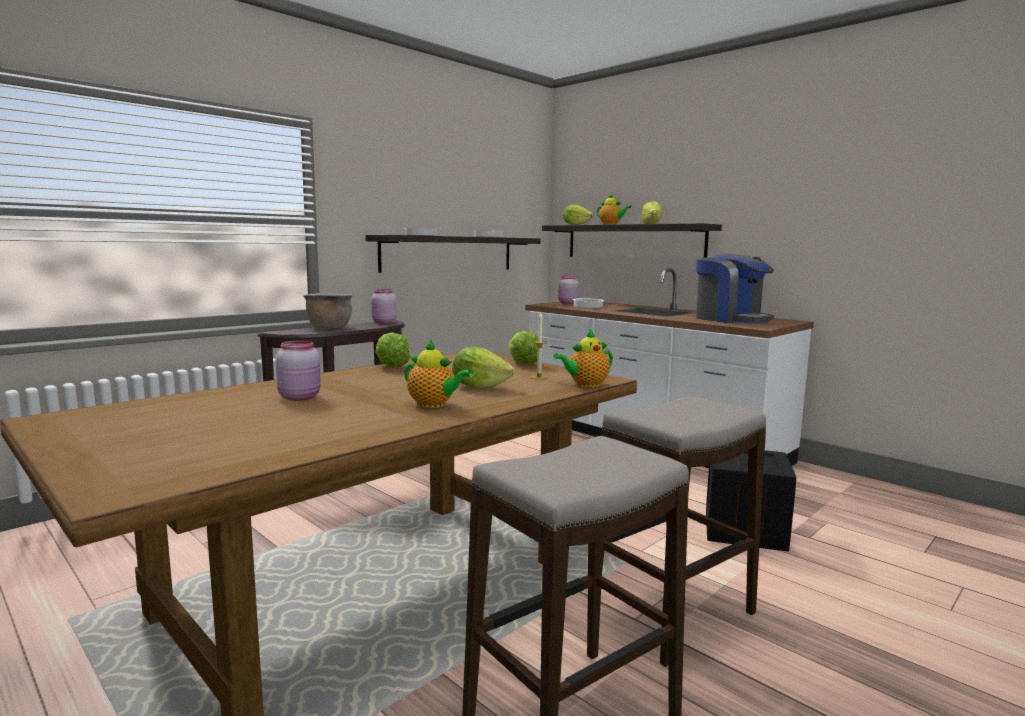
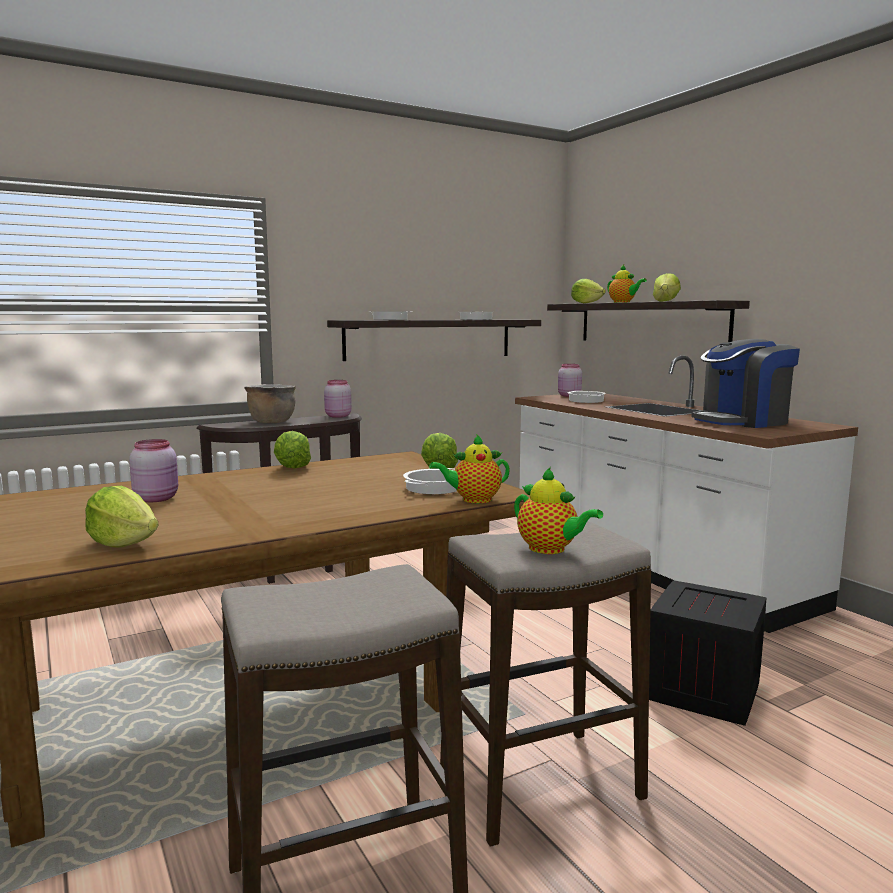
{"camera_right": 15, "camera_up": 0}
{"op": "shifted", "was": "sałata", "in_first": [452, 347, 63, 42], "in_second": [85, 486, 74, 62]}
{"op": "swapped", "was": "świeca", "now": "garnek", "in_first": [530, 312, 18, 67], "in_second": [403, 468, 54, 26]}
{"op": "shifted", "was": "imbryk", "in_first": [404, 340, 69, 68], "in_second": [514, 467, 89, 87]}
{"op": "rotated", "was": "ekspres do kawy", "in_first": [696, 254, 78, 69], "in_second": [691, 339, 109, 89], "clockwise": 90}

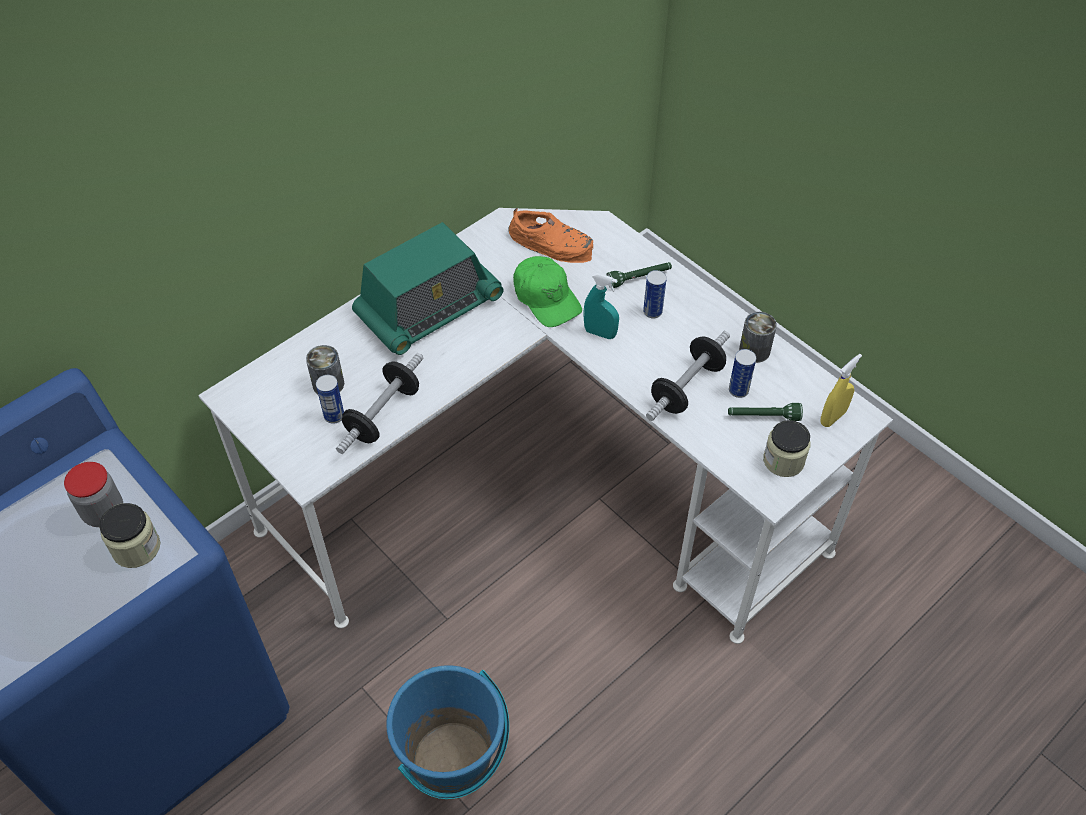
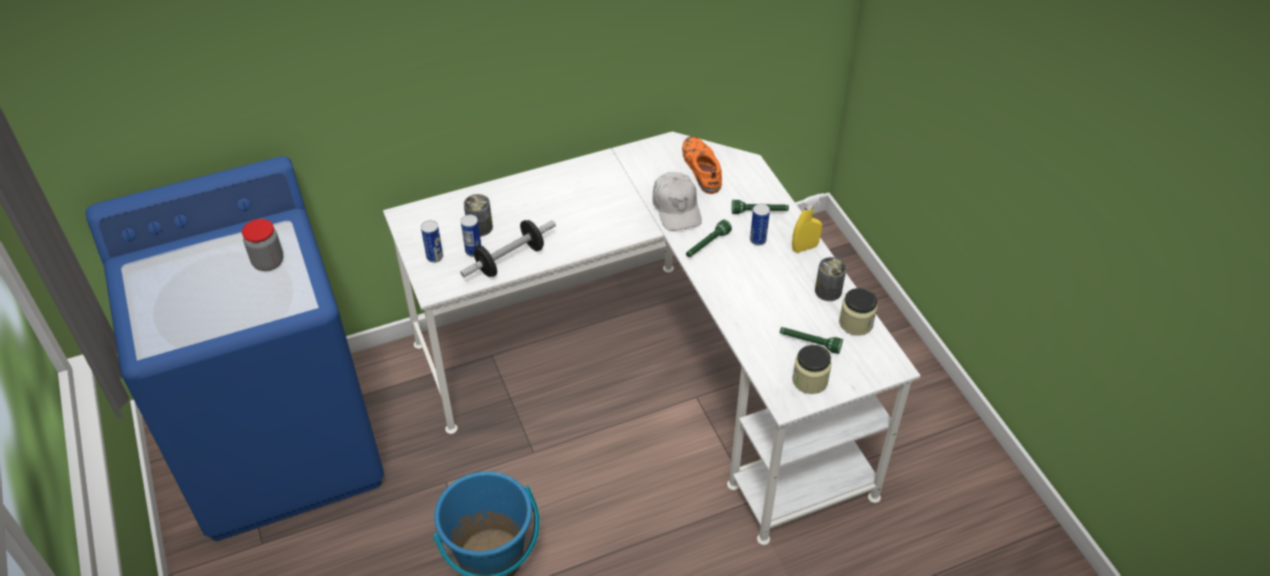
{"camera_right": 20, "camera_up": -5}
{"op": "shifted", "was": "puszka", "in_first": [729, 349, 27, 49], "in_second": [421, 220, 22, 43]}
{"op": "repainted", "was": "czapka z daszkiem [zielony]", "now": "czapka z daszkiem [biały]", "in_first": [513, 256, 69, 71], "in_second": [653, 172, 49, 59]}
{"op": "rotated", "was": "but [pomarańczowy]", "in_first": [509, 208, 84, 55], "in_second": [682, 136, 40, 58], "clockwise": -150}
{"op": "swapped", "was": "spryskiwacz [turkusowy]", "now": "latarka [zielony]", "in_first": [584, 273, 35, 66], "in_second": [686, 220, 46, 37]}
{"op": "shifted", "was": "spryskiwacz [żółty]", "in_first": [821, 354, 41, 73], "in_second": [792, 193, 32, 60]}
{"op": "shifted", "was": "słoik", "in_first": [99, 503, 61, 65], "in_second": [839, 288, 38, 48]}
{"op": "gone", "was": "radio", "in_first": [352, 222, 152, 133]}
{"op": "gone", "was": "hantel", "in_first": [646, 331, 84, 90]}

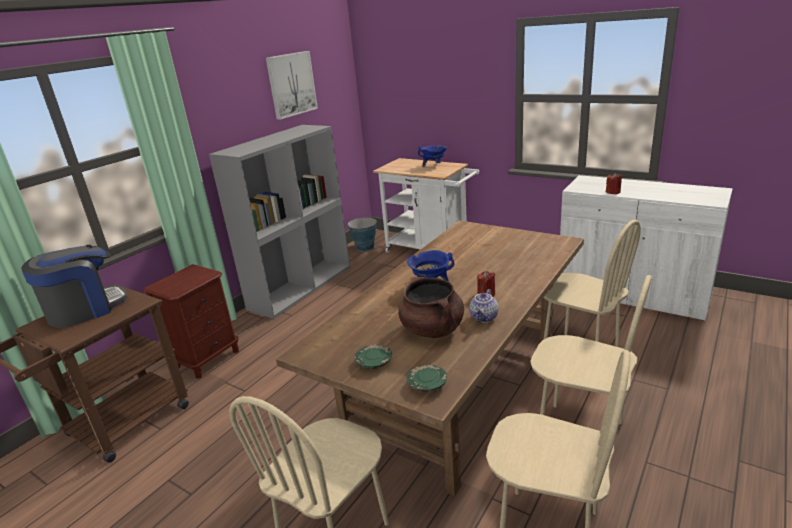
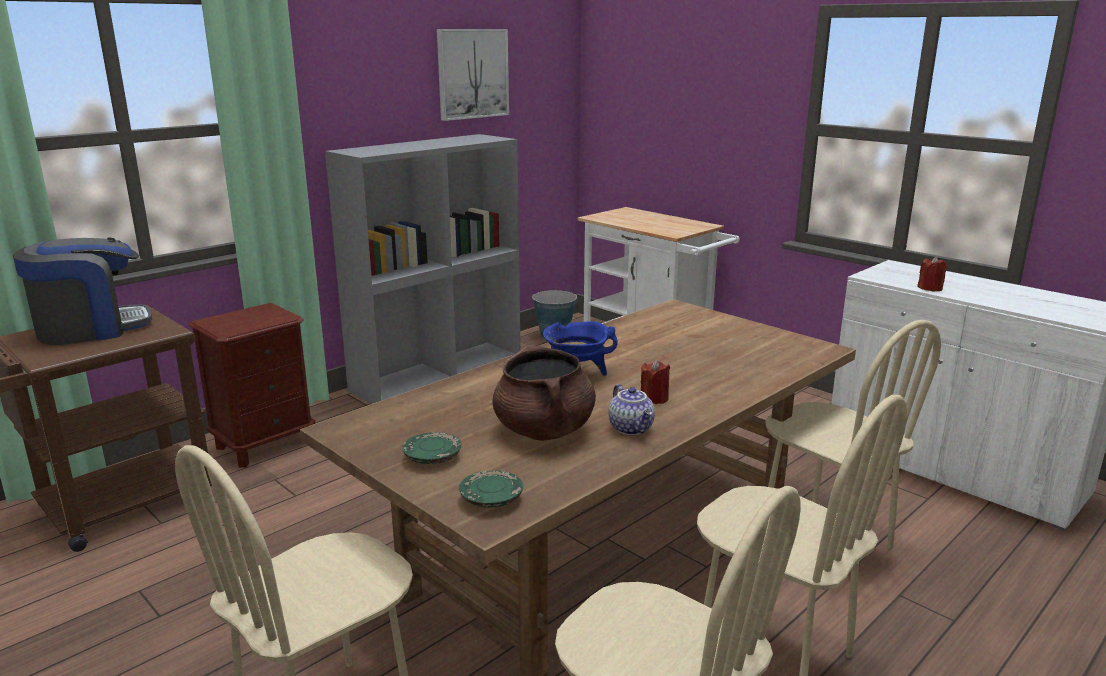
{"camera_right": 10, "camera_up": -5}
{"op": "rotated", "was": "imbryk", "in_first": [469, 289, 29, 34], "in_second": [609, 384, 46, 51], "clockwise": -60}
{"op": "gone", "was": "garnek [niebieski]", "in_first": [418, 145, 29, 22]}

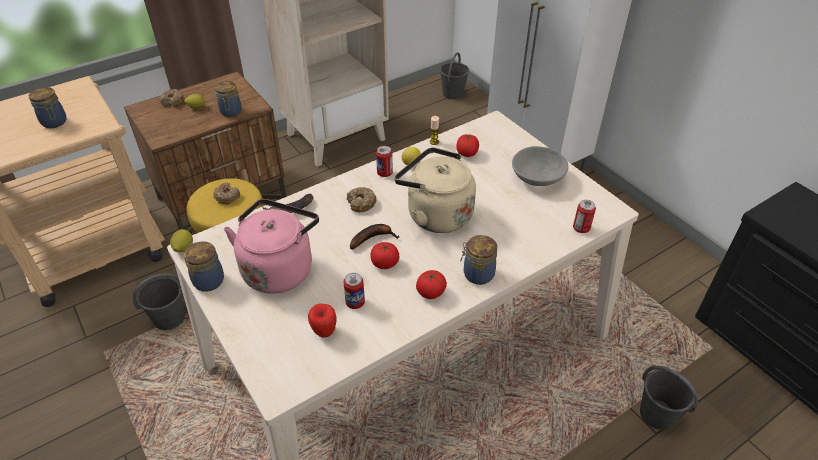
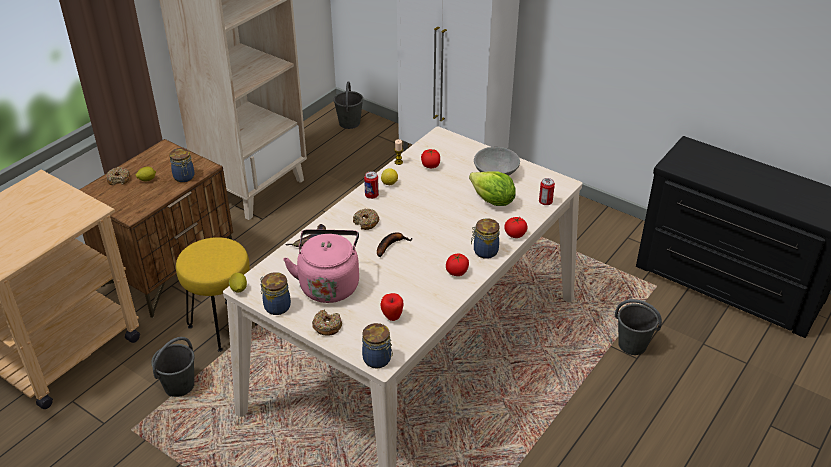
{"camera_right": -20, "camera_up": -5}
{"op": "shifted", "was": "donut", "in_first": [213, 182, 27, 22], "in_second": [312, 309, 30, 27]}
{"op": "shifted", "was": "słoik", "in_first": [28, 87, 38, 41], "in_second": [362, 323, 31, 45]}
{"op": "new", "now": "sałata", "in_second": [469, 171, 46, 35]}
{"op": "shifted", "was": "pomidor", "in_first": [370, 242, 29, 27], "in_second": [504, 217, 24, 21]}
{"op": "gone", "was": "puszka", "in_first": [344, 273, 21, 36]}
{"op": "gone", "was": "czajnik [beżowy]", "in_first": [394, 147, 82, 86]}

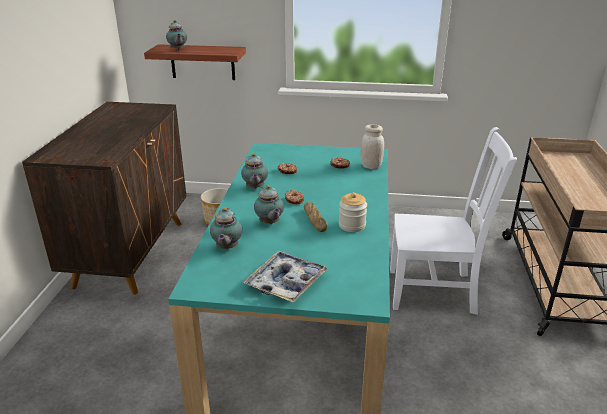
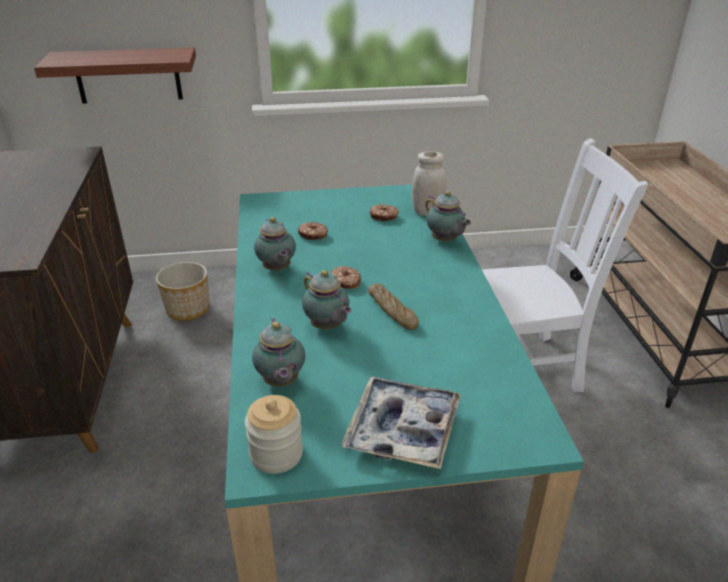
{"camera_right": -15, "camera_up": 5}
{"op": "shifted", "was": "słoik", "in_first": [339, 192, 28, 40], "in_second": [245, 395, 58, 79]}
{"op": "shifted", "was": "imbryk", "in_first": [166, 20, 21, 31], "in_second": [425, 191, 46, 51]}

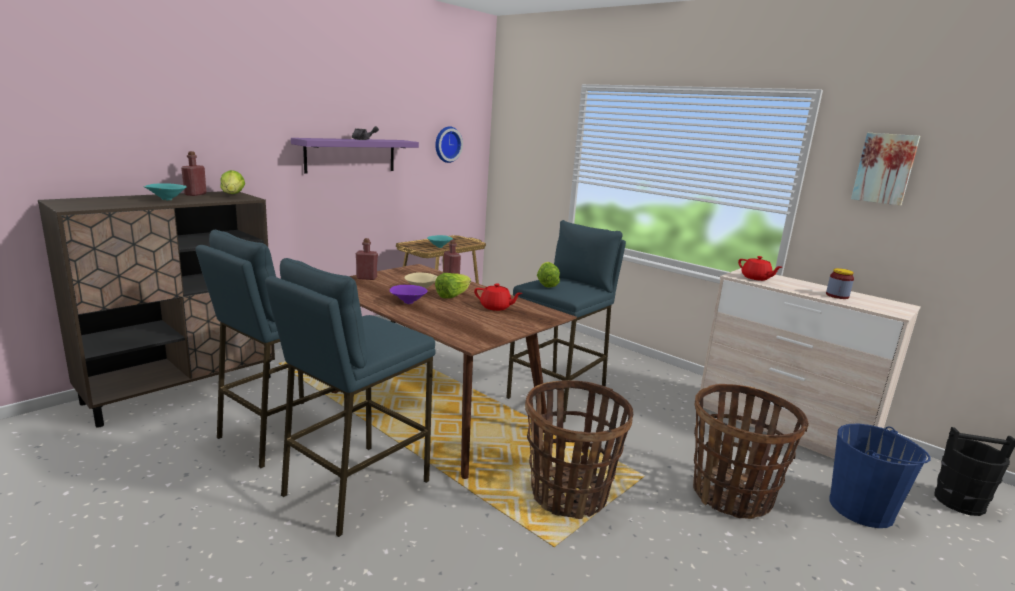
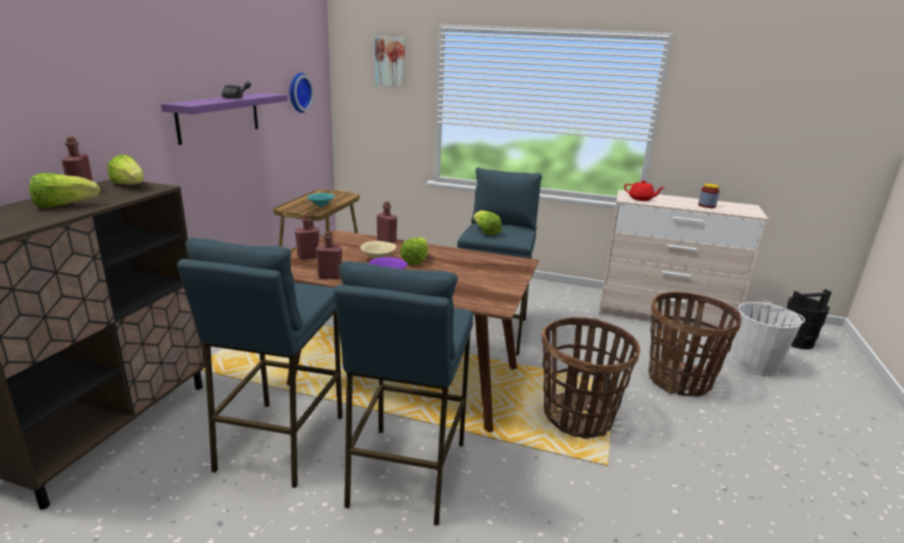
{"camera_right": -25, "camera_up": 5}
{"op": "swapped", "was": "miska [turkusowy]", "now": "sałata", "in_first": [144, 183, 43, 17], "in_second": [29, 173, 71, 35]}
{"op": "new", "now": "butelka [czerwony]", "in_second": [316, 231, 26, 49]}
{"op": "shifted", "was": "obraz", "in_first": [851, 133, 69, 73], "in_second": [375, 36, 30, 51]}
{"op": "repainted", "was": "wiadro [niebieski]", "now": "wiadro [biały]", "in_first": [829, 424, 101, 104], "in_second": [732, 300, 73, 76]}
{"op": "gone", "was": "imbryk [czerwony]", "in_first": [474, 283, 48, 28]}

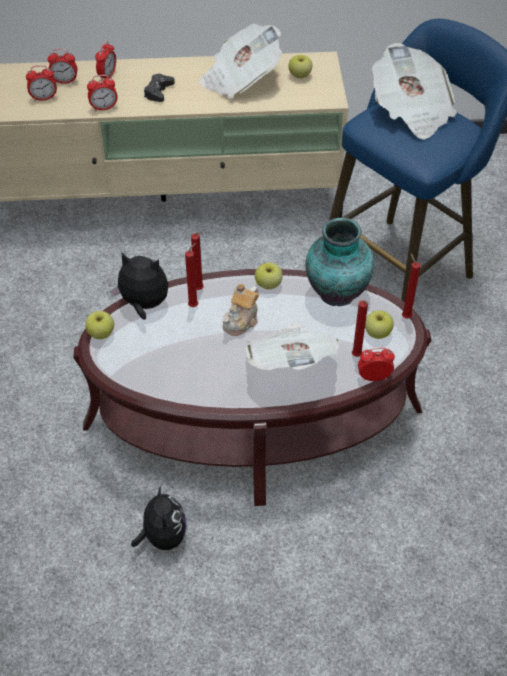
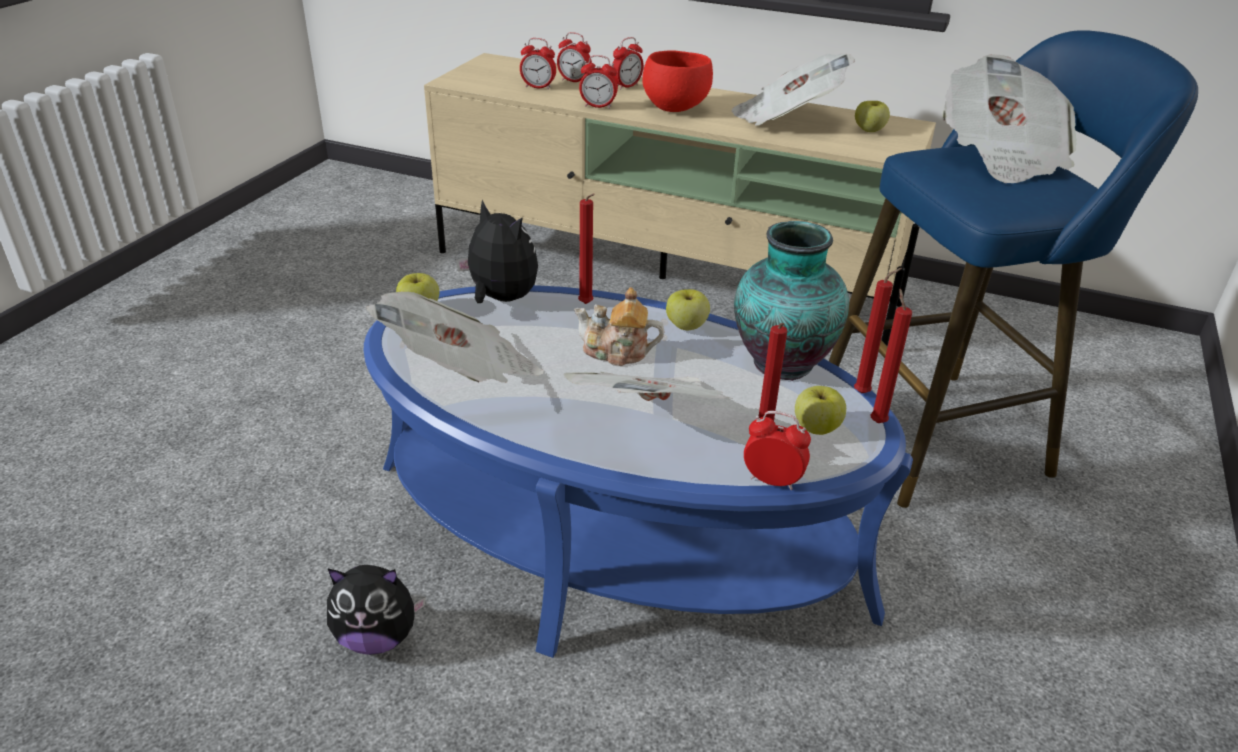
{"camera_right": 25, "camera_up": -15}
{"op": "rotated", "was": "pluszak", "in_first": [131, 486, 56, 64], "in_second": [327, 565, 99, 90], "clockwise": 75}
{"op": "repainted", "was": "ława [brązowy]", "now": "ława [niebieski]", "in_first": [73, 269, 359, 237], "in_second": [364, 285, 549, 373]}
{"op": "new", "now": "gazeta", "in_second": [366, 292, 178, 91]}
{"op": "rotated", "was": "imbryk", "in_first": [222, 284, 37, 52], "in_second": [574, 287, 90, 79], "clockwise": 45}
{"op": "swapped", "was": "pad do gier [czarny]", "now": "miska [czerwony]", "in_first": [144, 74, 31, 28], "in_second": [642, 50, 71, 62]}
{"op": "shifted", "was": "świeca [czerwony]", "in_first": [185, 243, 13, 64], "in_second": [854, 268, 48, 126]}

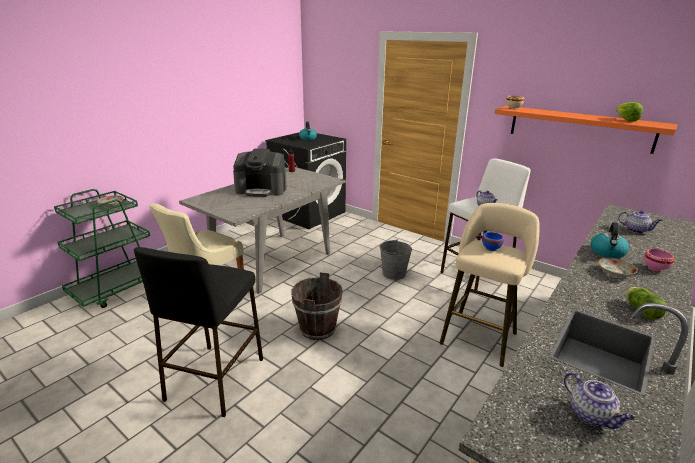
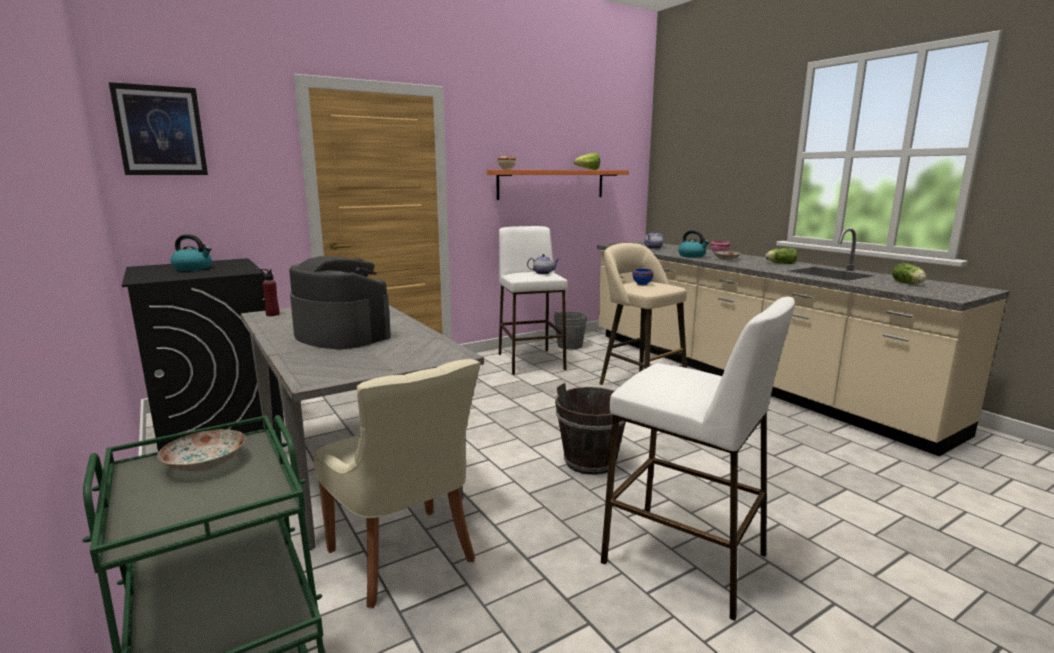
{"camera_right": -70, "camera_up": -10}
{"op": "new", "now": "obraz", "in_second": [109, 82, 99, 93]}
{"op": "rotated", "was": "ekspres do kawy", "in_first": [233, 148, 54, 49], "in_second": [289, 256, 102, 93], "clockwise": -75}
{"op": "shifted", "was": "wiadro [szary]", "in_first": [379, 239, 33, 41], "in_second": [554, 312, 34, 38]}
{"op": "repainted", "was": "stołek [czarny]", "now": "stołek [biały]", "in_first": [134, 247, 129, 170], "in_second": [601, 297, 194, 324]}
{"op": "swapped", "was": "imbryk", "now": "sałata", "in_first": [564, 372, 71, 57], "in_second": [892, 263, 35, 21]}

